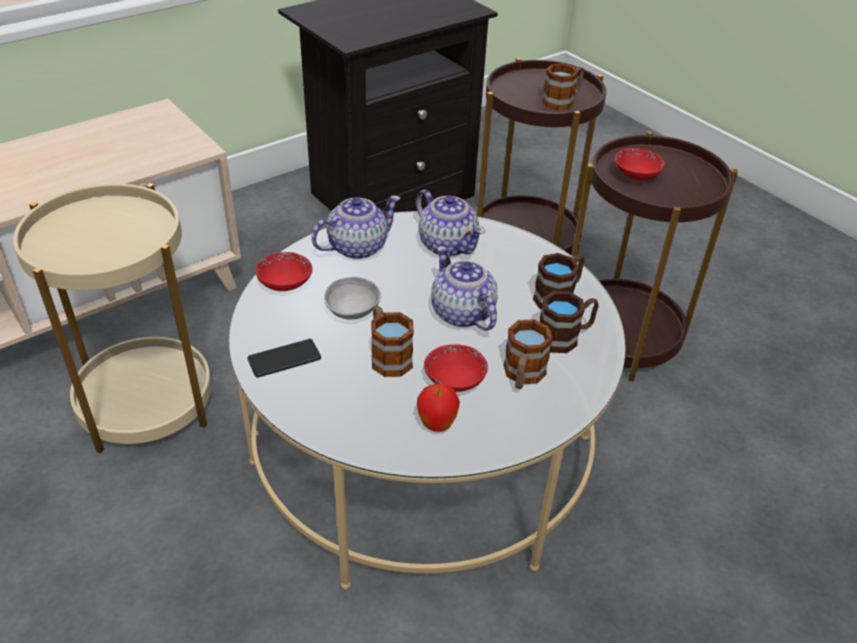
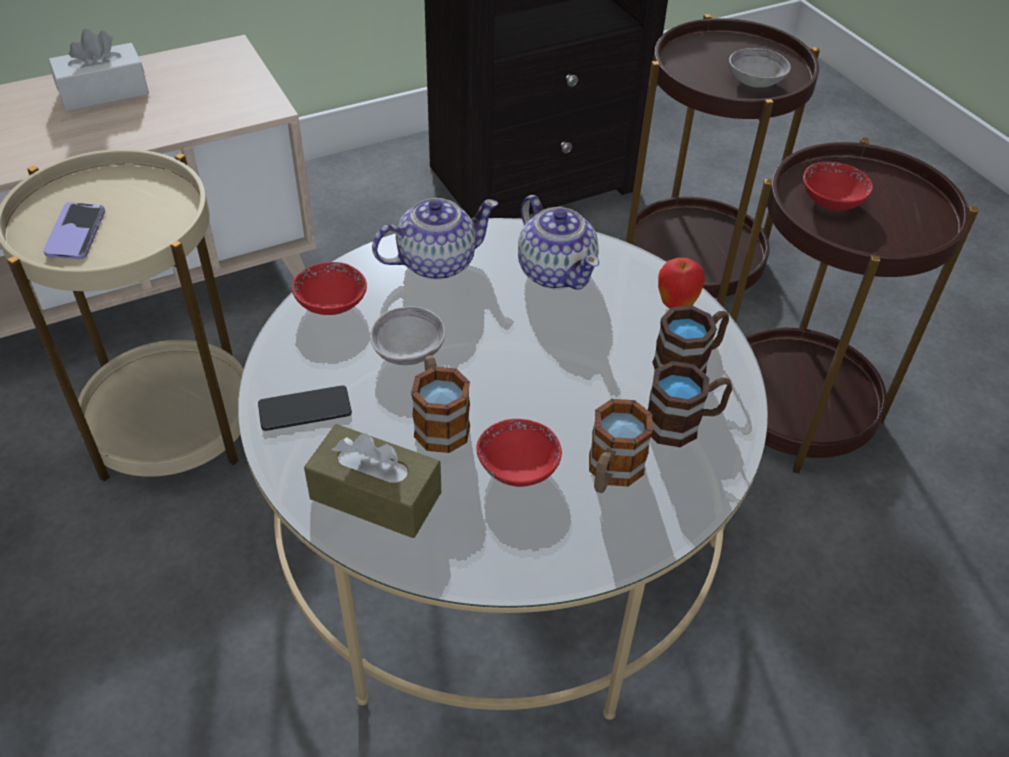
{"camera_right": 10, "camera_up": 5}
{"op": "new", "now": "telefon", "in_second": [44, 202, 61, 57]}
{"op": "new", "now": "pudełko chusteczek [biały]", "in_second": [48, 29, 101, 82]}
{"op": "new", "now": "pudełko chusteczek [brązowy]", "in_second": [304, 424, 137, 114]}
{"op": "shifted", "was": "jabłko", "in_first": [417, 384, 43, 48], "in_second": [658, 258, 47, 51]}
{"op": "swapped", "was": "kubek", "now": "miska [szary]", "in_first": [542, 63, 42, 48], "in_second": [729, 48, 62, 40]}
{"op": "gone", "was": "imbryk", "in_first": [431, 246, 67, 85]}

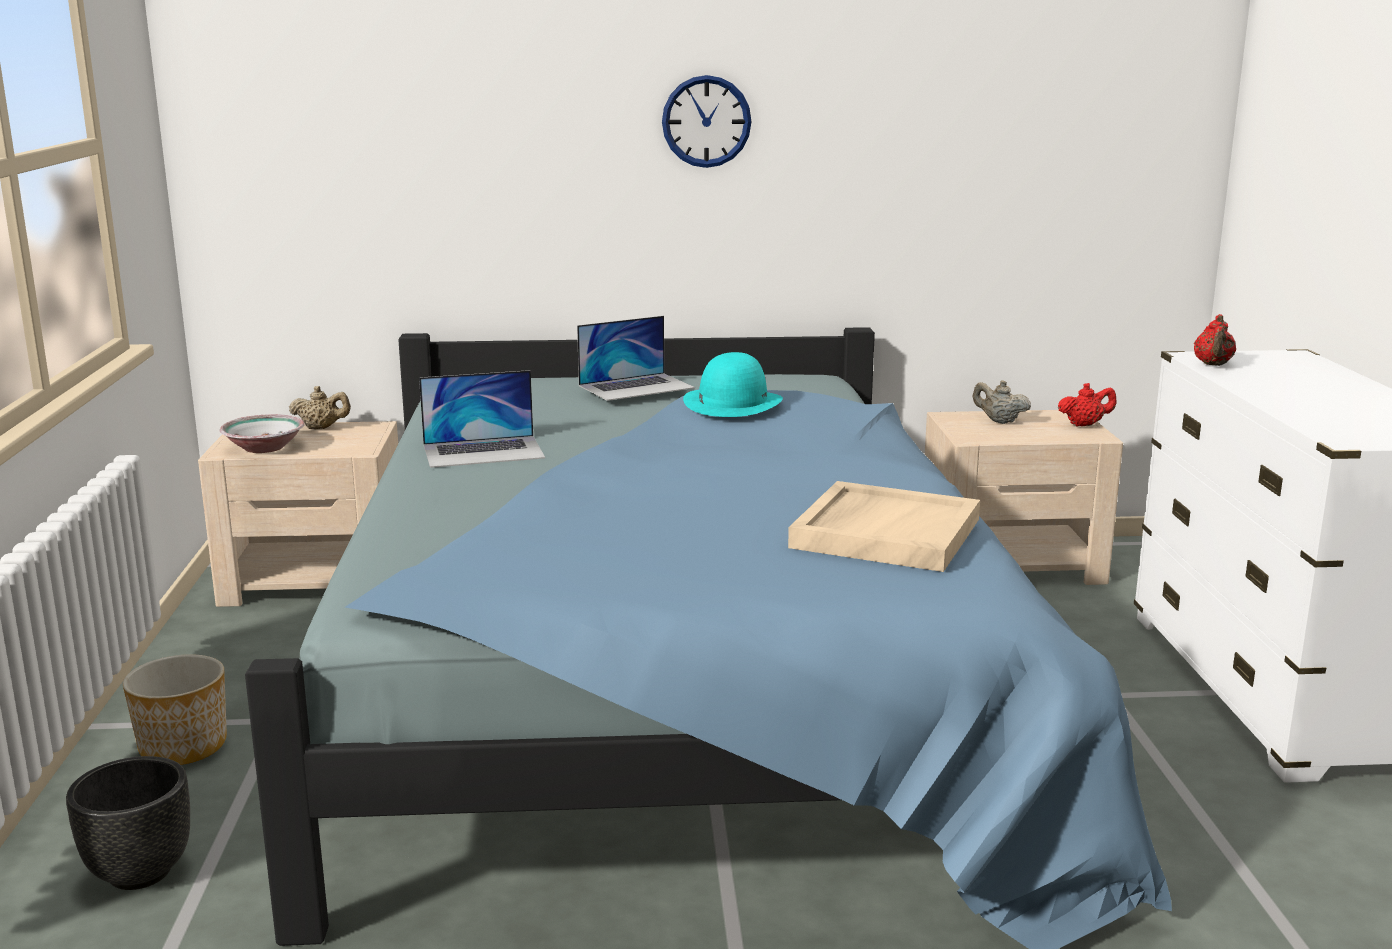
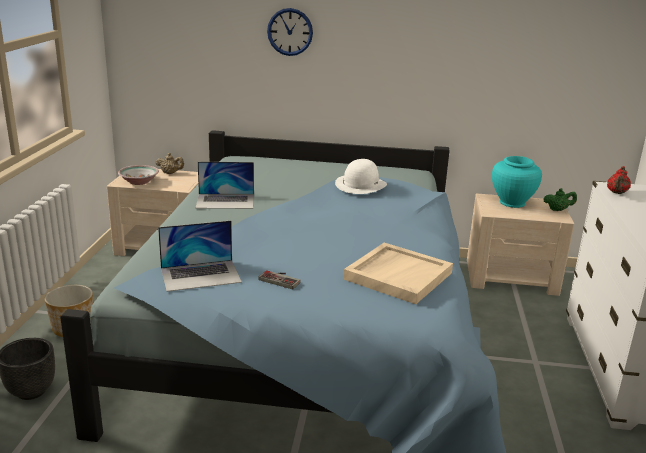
{"camera_right": 10, "camera_up": 5}
{"op": "shifted", "was": "laptop", "in_first": [577, 316, 118, 85], "in_second": [158, 220, 84, 72]}
{"op": "new", "now": "pad do gier", "in_second": [258, 270, 43, 19]}
{"op": "shifted", "was": "zegar ścienny", "in_first": [662, 75, 89, 93], "in_second": [267, 8, 46, 48]}
{"op": "repainted", "was": "kapelusz [turkusowy]", "now": "kapelusz [biały]", "in_first": [683, 352, 100, 65], "in_second": [335, 159, 52, 35]}
{"op": "swapped", "was": "imbryk [beżowy]", "now": "wazon [turkusowy]", "in_first": [973, 380, 58, 44], "in_second": [492, 156, 50, 52]}
{"op": "repainted", "was": "imbryk [czerwony]", "now": "imbryk [zielony]", "in_first": [1058, 383, 59, 44], "in_second": [543, 188, 34, 23]}

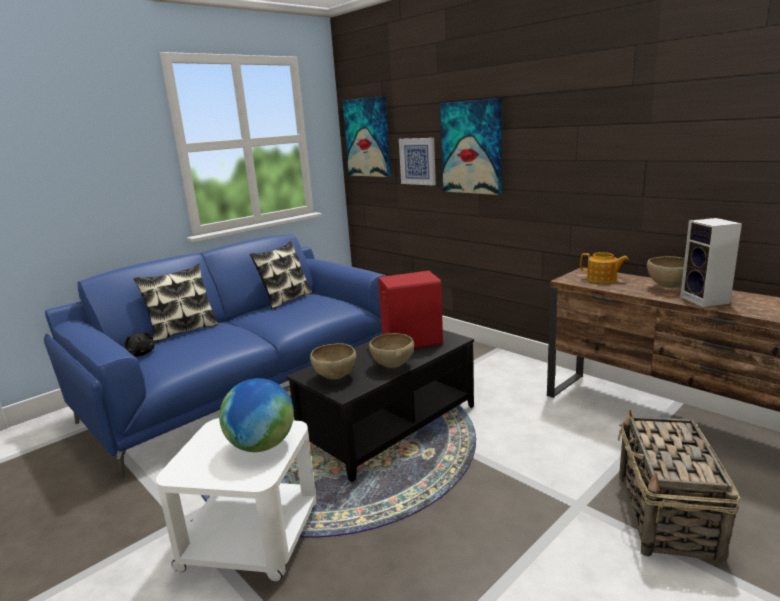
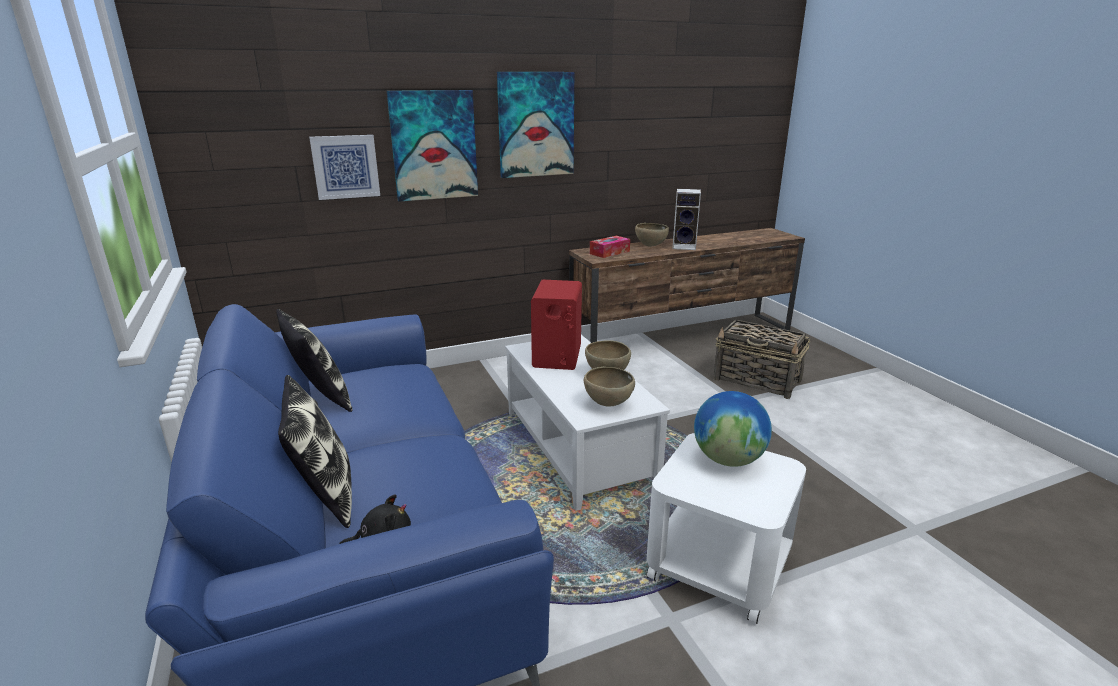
{"camera_right": -70, "camera_up": 5}
{"op": "shifted", "was": "obraz", "in_first": [342, 96, 49, 81], "in_second": [497, 72, 77, 106]}
{"op": "repainted", "was": "ława [czarny]", "now": "ława [biały]", "in_first": [286, 330, 188, 152], "in_second": [505, 335, 165, 176]}
{"op": "swapped", "was": "imbryk", "now": "pudełko chusteczek", "in_first": [580, 252, 49, 31], "in_second": [590, 236, 40, 22]}

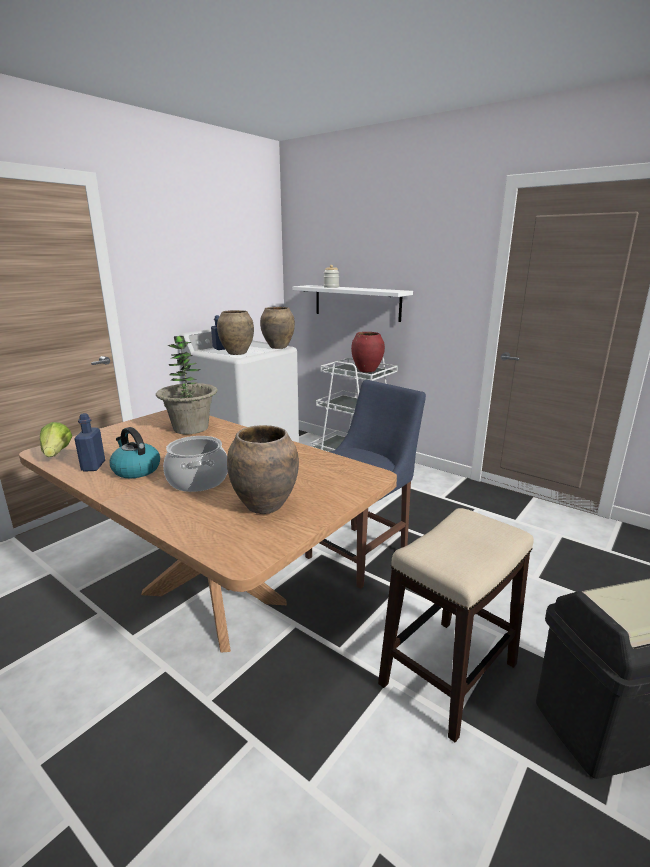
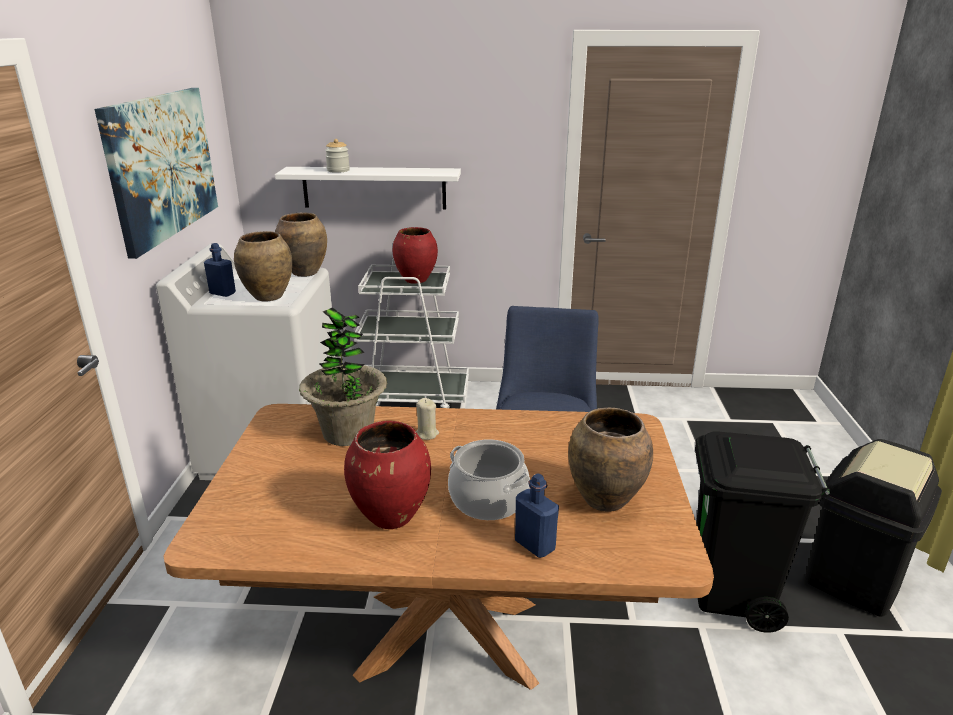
{"camera_right": -35, "camera_up": 5}
{"op": "new", "now": "obraz", "in_second": [95, 88, 123, 171]}
{"op": "swapped", "was": "czajnik", "now": "wazon [czerwony]", "in_first": [109, 427, 51, 51], "in_second": [344, 421, 87, 108]}
{"op": "new", "now": "świeca [beżowy]", "in_second": [416, 398, 23, 42]}
{"op": "shifted", "was": "butelka [niebieski]", "in_first": [74, 413, 31, 59], "in_second": [515, 474, 44, 84]}
{"op": "swapped", "was": "stołek", "now": "kosz na śmieci [czarny]", "in_first": [378, 508, 156, 234], "in_second": [695, 432, 135, 201]}
{"op": "gone", "was": "sałata", "in_first": [40, 422, 32, 35]}

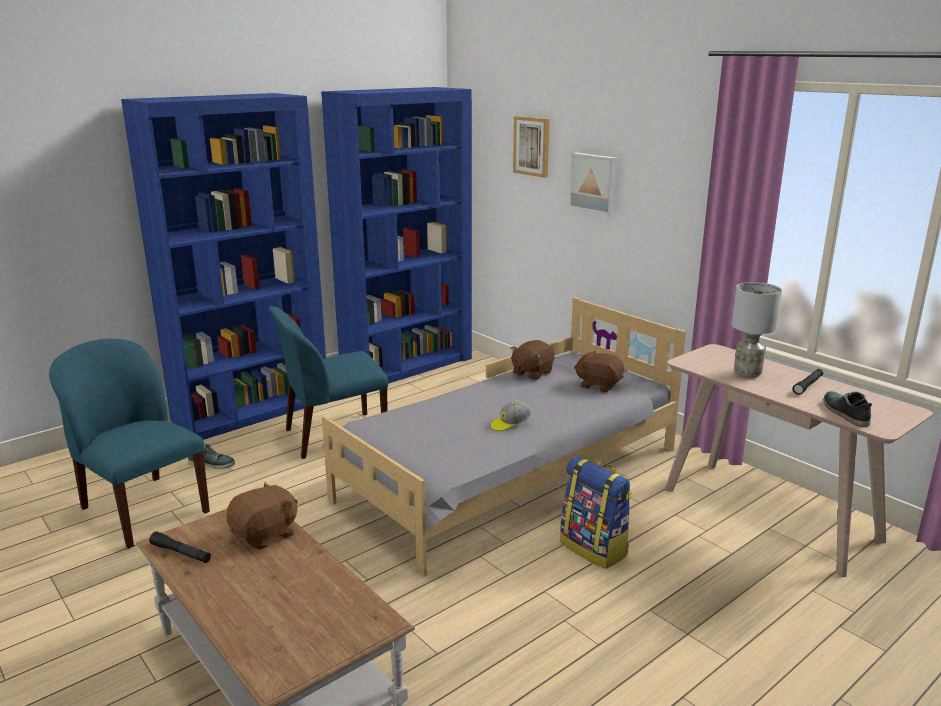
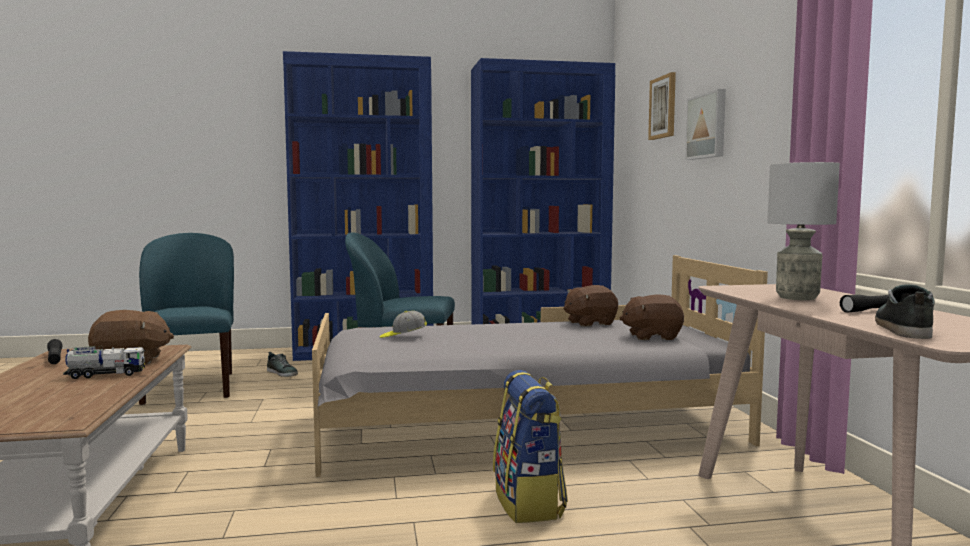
{"camera_right": 30, "camera_up": -15}
{"op": "new", "now": "ciężarówka zabawkowa", "in_second": [63, 346, 82, 33]}
{"op": "shifted", "was": "czapka z daszkiem", "in_first": [491, 400, 40, 31], "in_second": [380, 311, 47, 27]}
{"op": "rotated", "was": "pluszak [brązowy]", "in_first": [574, 351, 50, 41], "in_second": [619, 294, 65, 46], "clockwise": -60}

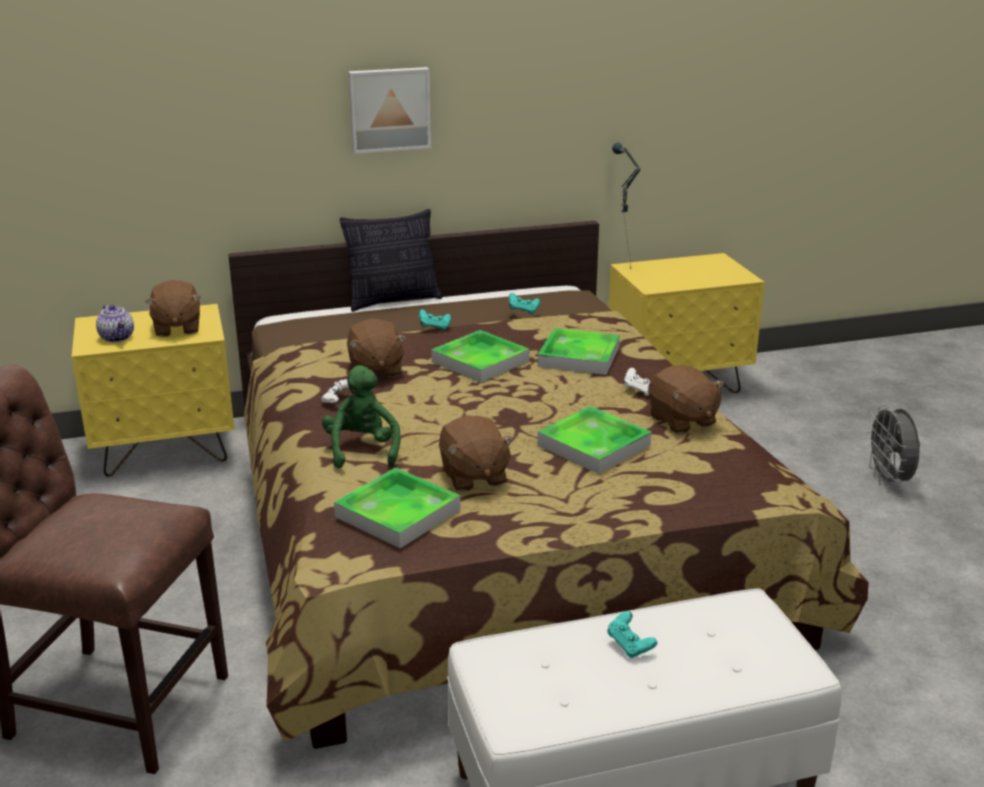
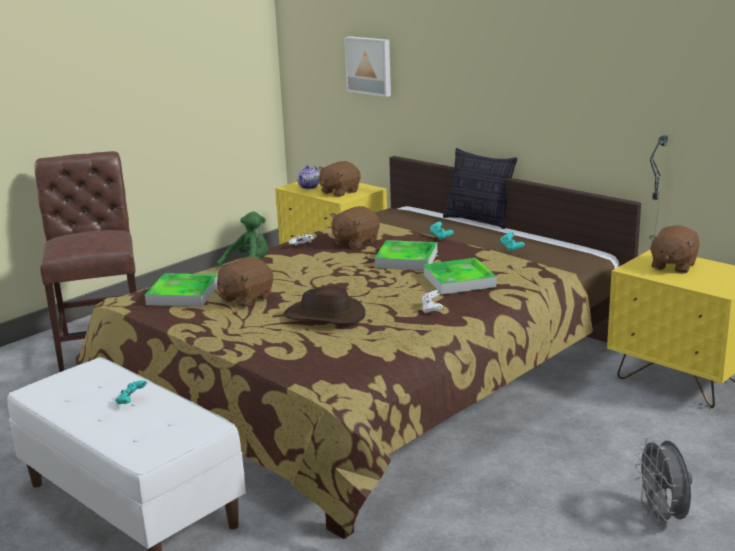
{"camera_right": 60, "camera_up": -5}
{"op": "swapped", "was": "taca", "now": "kapelusz [brązowy]", "in_first": [538, 406, 113, 68], "in_second": [284, 286, 82, 38]}
{"op": "shifted", "was": "obraz", "in_first": [348, 67, 83, 87], "in_second": [344, 36, 47, 61]}
{"op": "rotated", "was": "wentylator [szary]", "in_first": [865, 404, 55, 83], "in_second": [635, 437, 57, 90], "clockwise": -60}
{"op": "shifted", "was": "pluszak [brązowy]", "in_first": [648, 365, 76, 69], "in_second": [649, 225, 51, 49]}

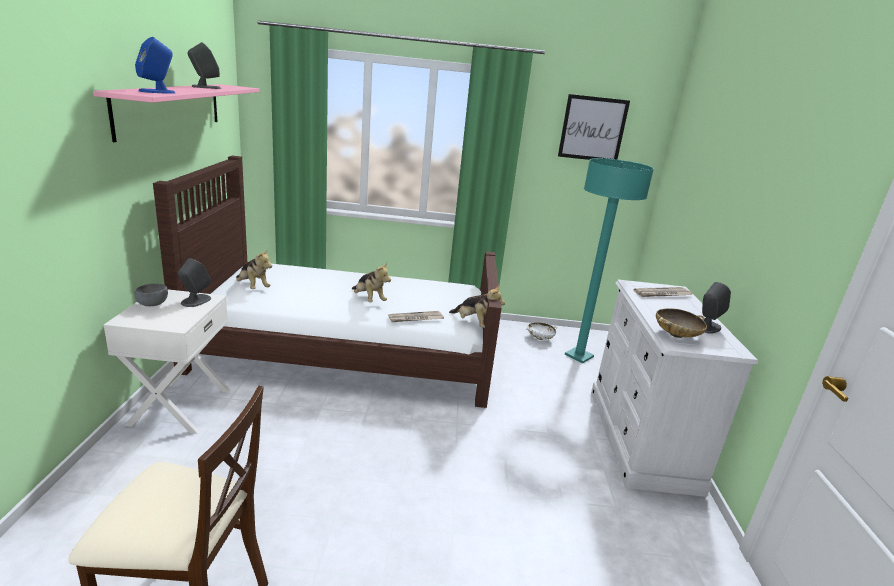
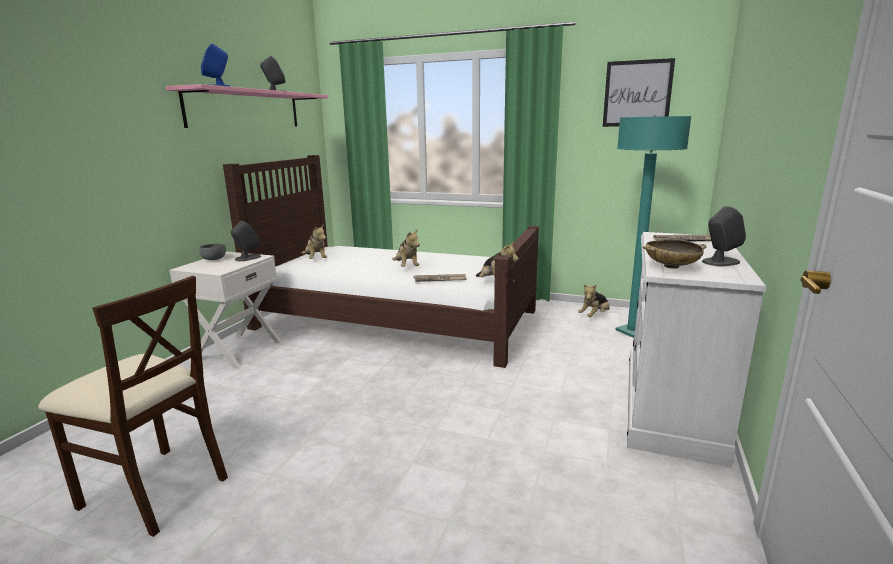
{"camera_right": 20, "camera_up": -5}
{"op": "swapped", "was": "miska [biały]", "now": "pluszak", "in_first": [526, 322, 31, 18], "in_second": [578, 284, 32, 33]}

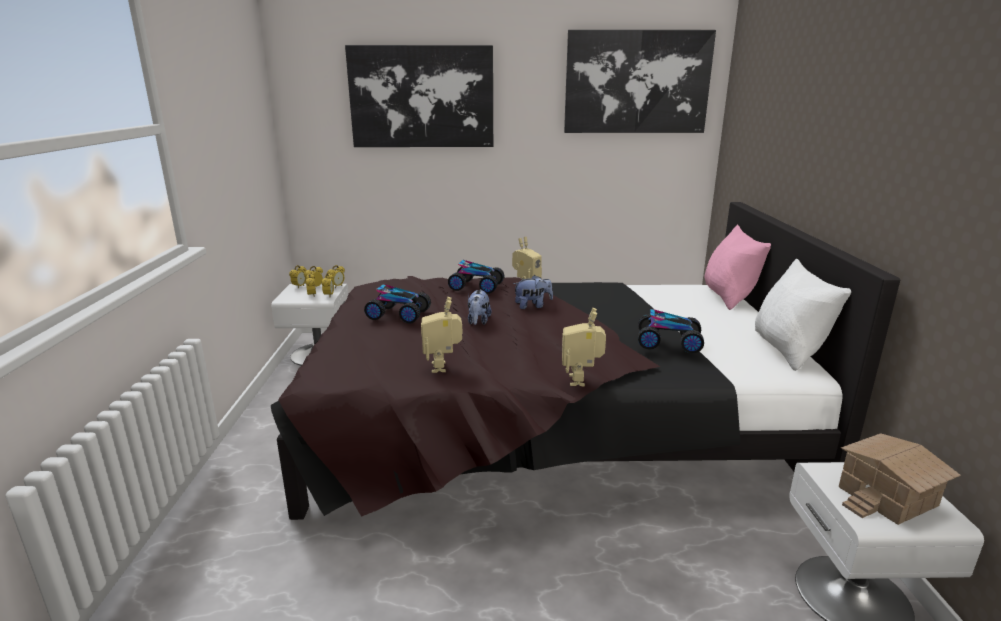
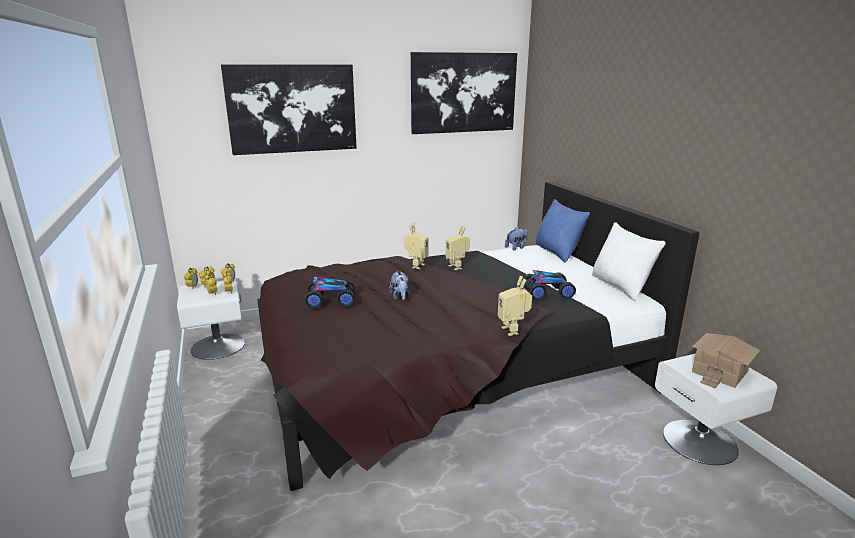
{"camera_right": -20, "camera_up": 0}
{"op": "shifted", "was": "robot zabawkowy", "in_first": [421, 297, 41, 76], "in_second": [446, 225, 24, 45]}
{"op": "shifted", "was": "pluszak", "in_first": [513, 275, 40, 34], "in_second": [505, 227, 23, 24]}
{"op": "repainted", "was": "poduszka [różowy]", "now": "poduszka [niebieski]", "in_first": [705, 225, 66, 85], "in_second": [536, 199, 54, 63]}
{"op": "gone", "was": "samochodzik", "in_first": [448, 260, 57, 34]}

